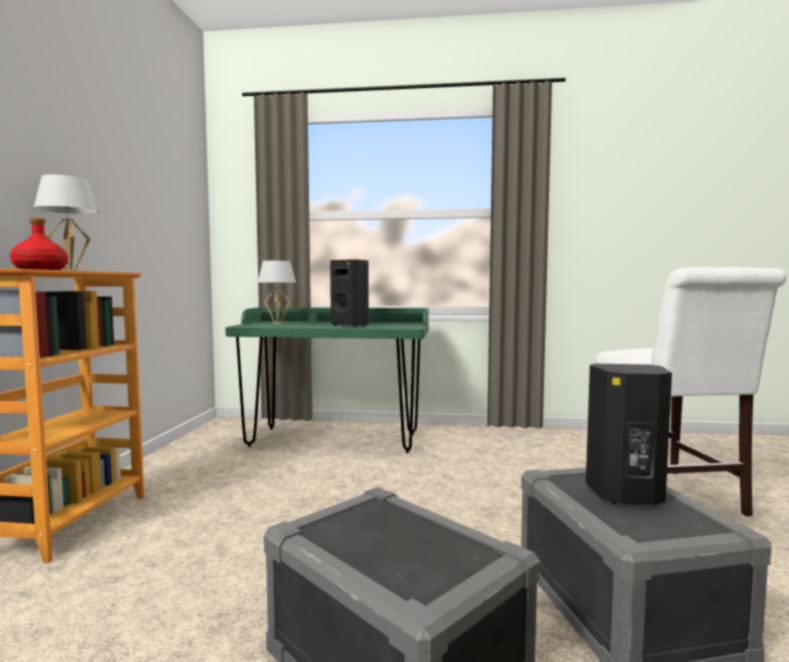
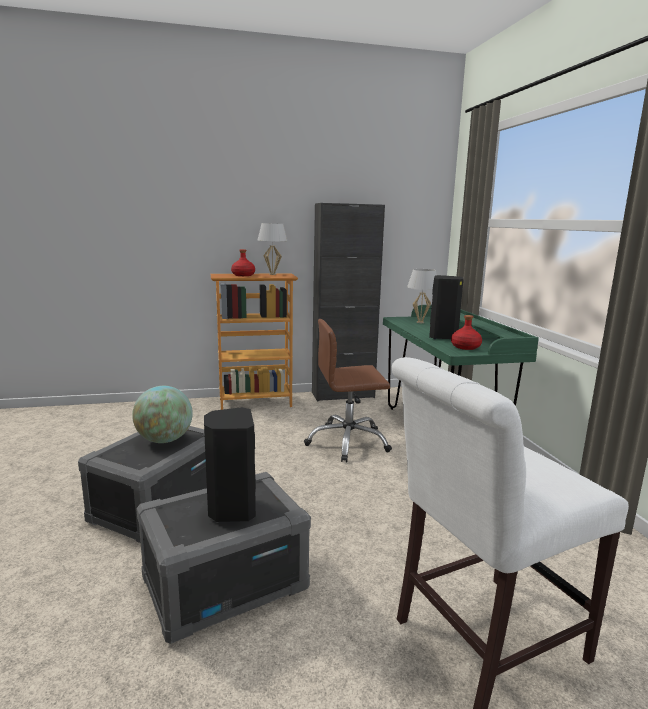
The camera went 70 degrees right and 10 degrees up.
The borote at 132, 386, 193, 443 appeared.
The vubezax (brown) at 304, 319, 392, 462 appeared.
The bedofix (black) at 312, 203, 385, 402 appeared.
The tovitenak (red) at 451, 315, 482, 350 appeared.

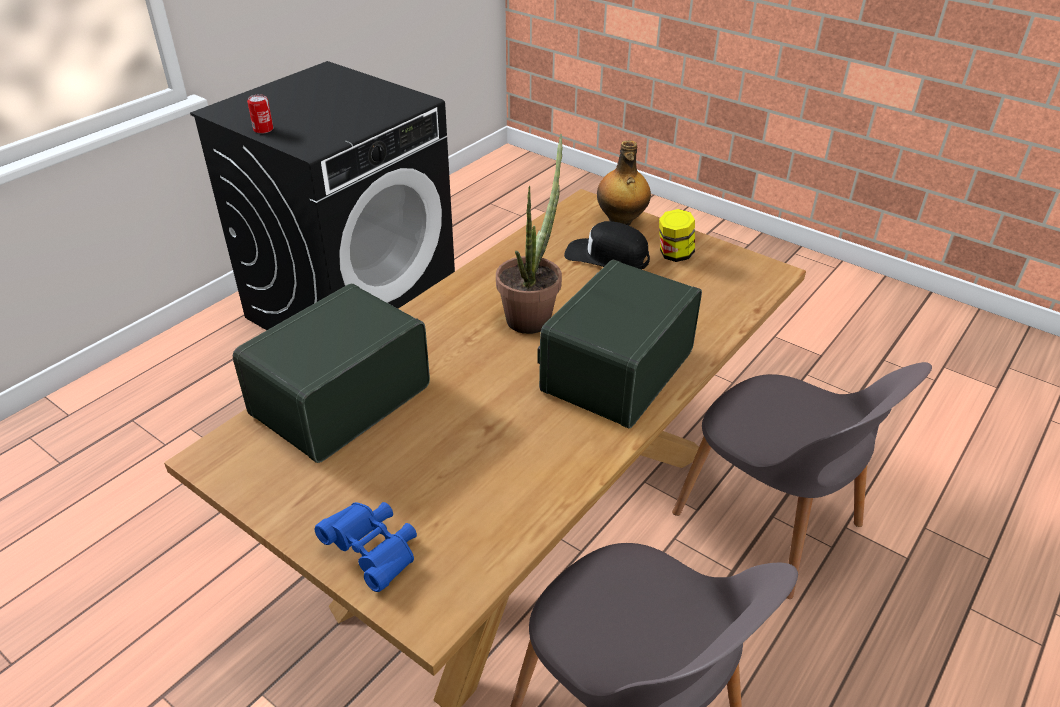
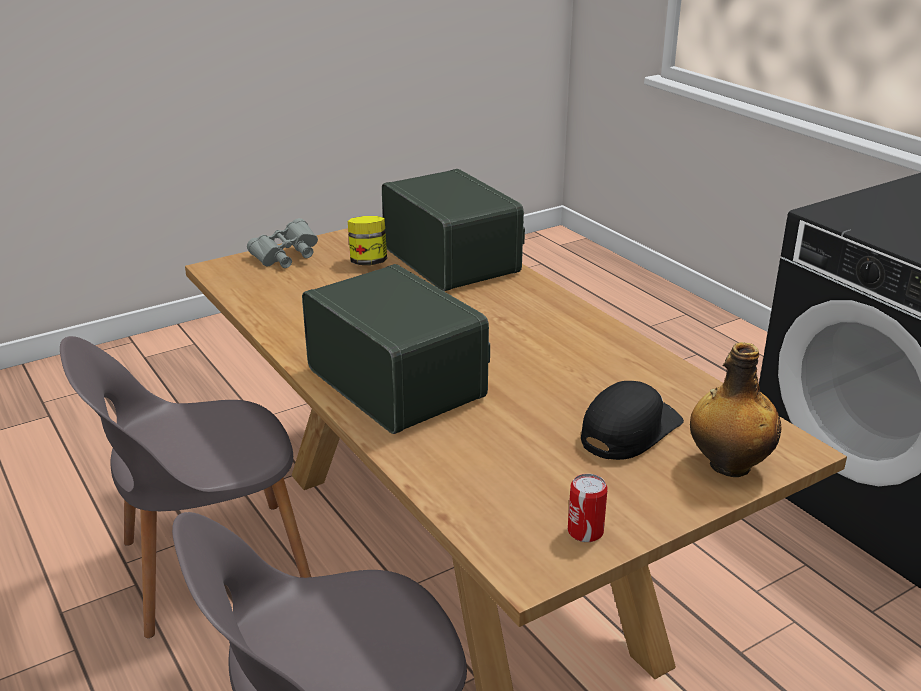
The camera went 110 degrees right and 10 degrees down.
The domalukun at 496, 134, 563, 334 disappeared.
The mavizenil moved from 247, 95, 273, 134 to 568, 474, 608, 542.
The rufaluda moved from 659, 209, 695, 262 to 348, 216, 387, 265.
The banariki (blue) at 315, 502, 417, 592 became the banariki (grey) at 247, 218, 318, 268.

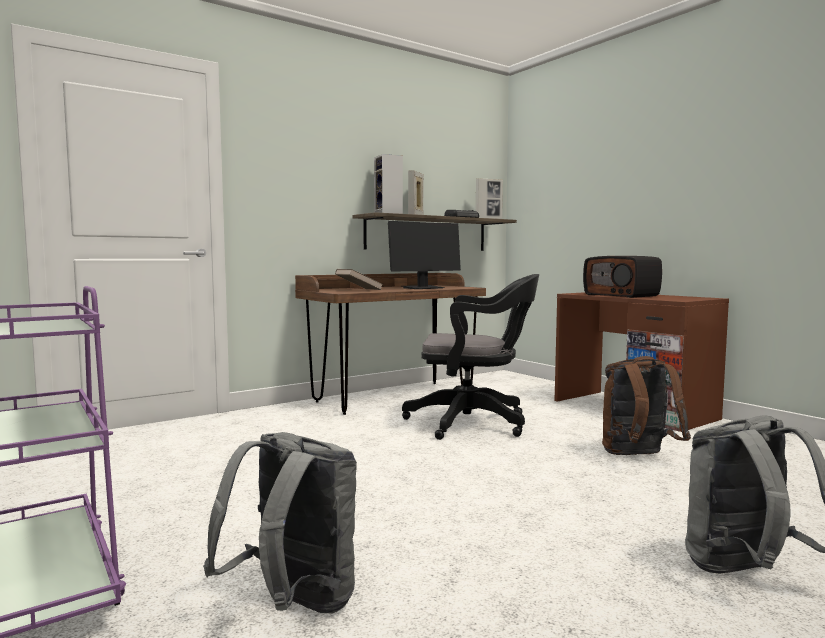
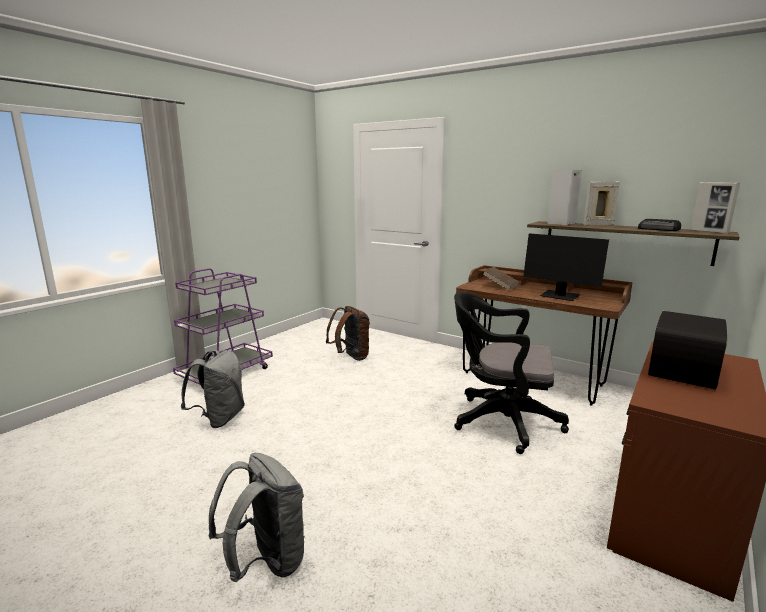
The camera went 70 degrees right and 10 degrees up.
The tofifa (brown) moved from 602, 356, 691, 455 to 326, 306, 370, 361.
The vubezax (black) at 402, 274, 539, 440 turned 120 degrees clockwise.

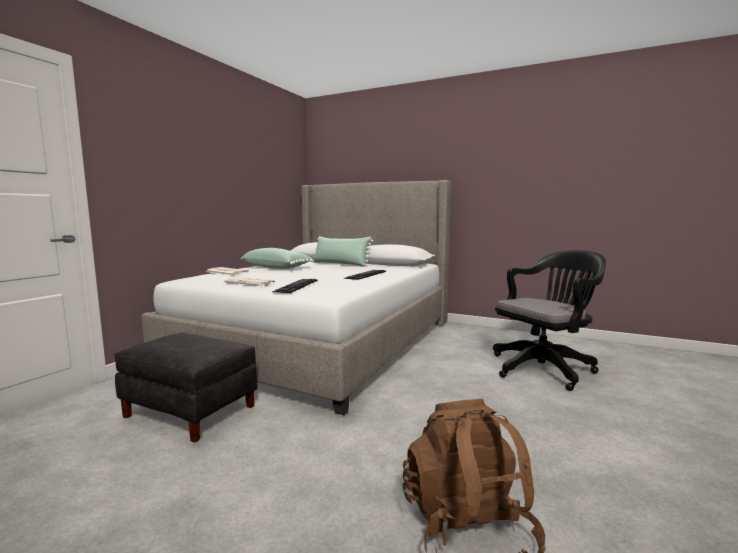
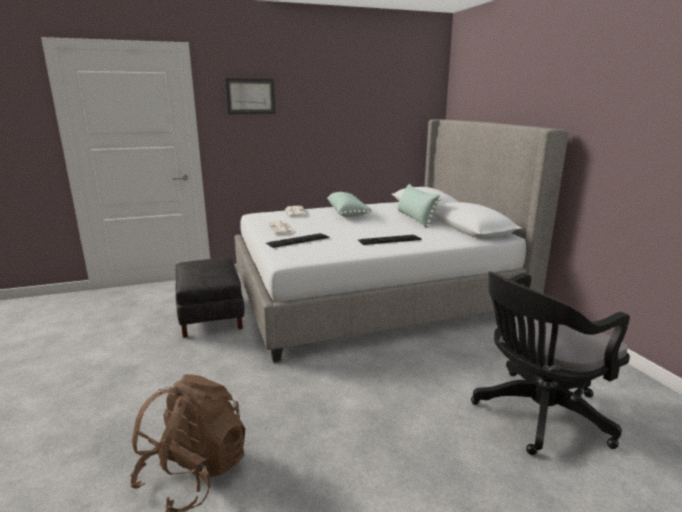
The camera went 45 degrees right and 10 degrees up.
The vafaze at 225, 78, 275, 114 appeared.
The vubezax (black) at 493, 250, 606, 391 turned 135 degrees clockwise.

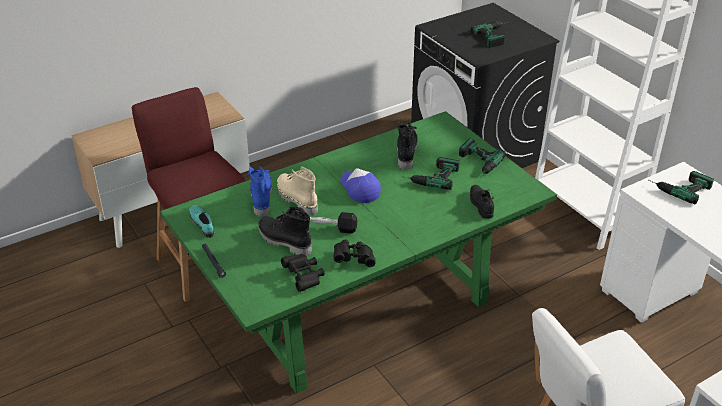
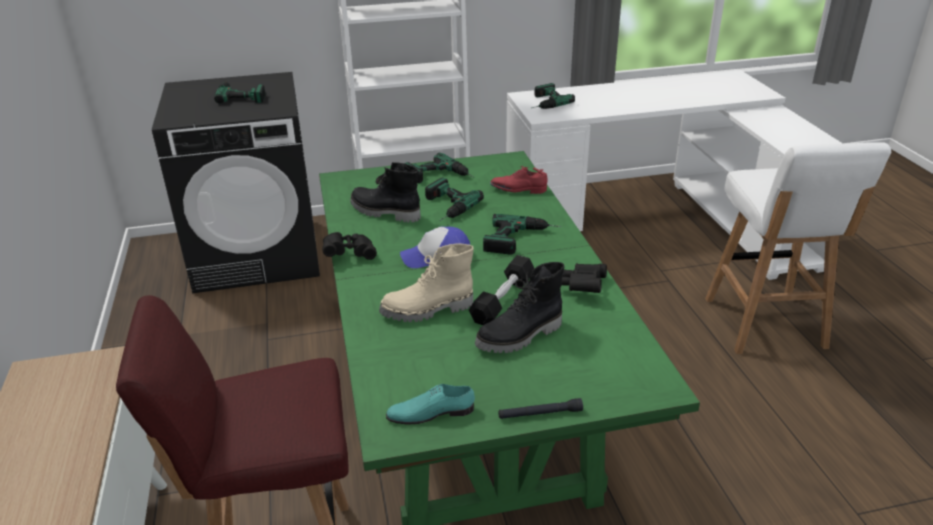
The camera went 70 degrees left and 5 degrees down.
The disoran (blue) at 248, 166, 272, 217 disappeared.
The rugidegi at 483, 214, 562, 254 appeared.
The banariki (black) moved from 281, 254, 324, 292 to 322, 232, 377, 260.
The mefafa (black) at 470, 185, 494, 219 became the mefafa (red) at 490, 166, 547, 194.

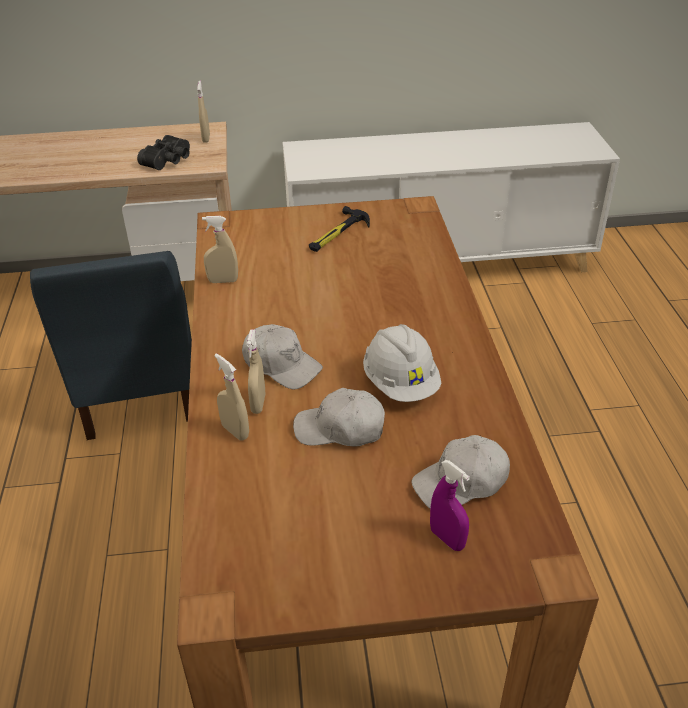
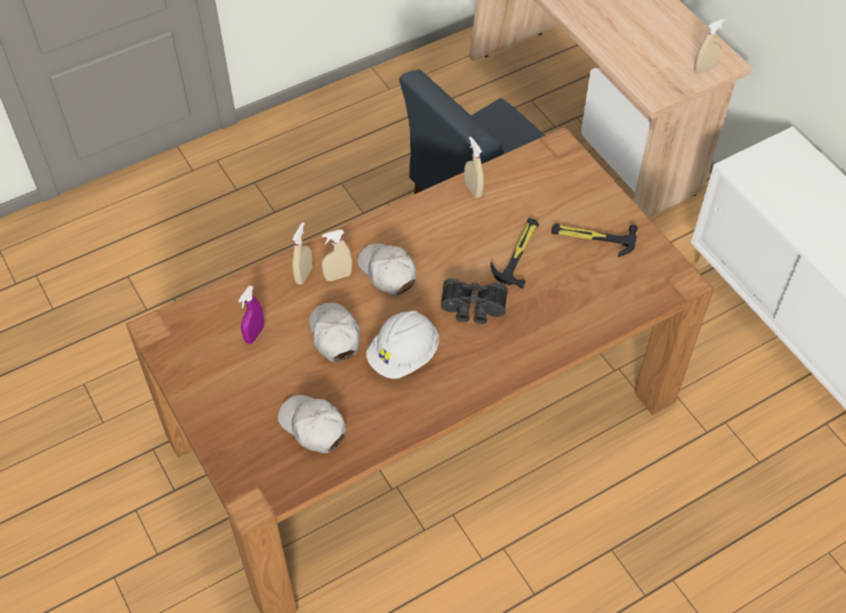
The camera went 65 degrees right and 15 degrees up.
The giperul at 490, 218, 539, 288 appeared.
The banariki (black) moved from 137, 135, 190, 170 to 440, 278, 508, 324.
The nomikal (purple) moved from 430, 460, 470, 551 to 238, 285, 264, 344.
The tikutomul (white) at 242, 324, 323, 389 turned 135 degrees clockwise.

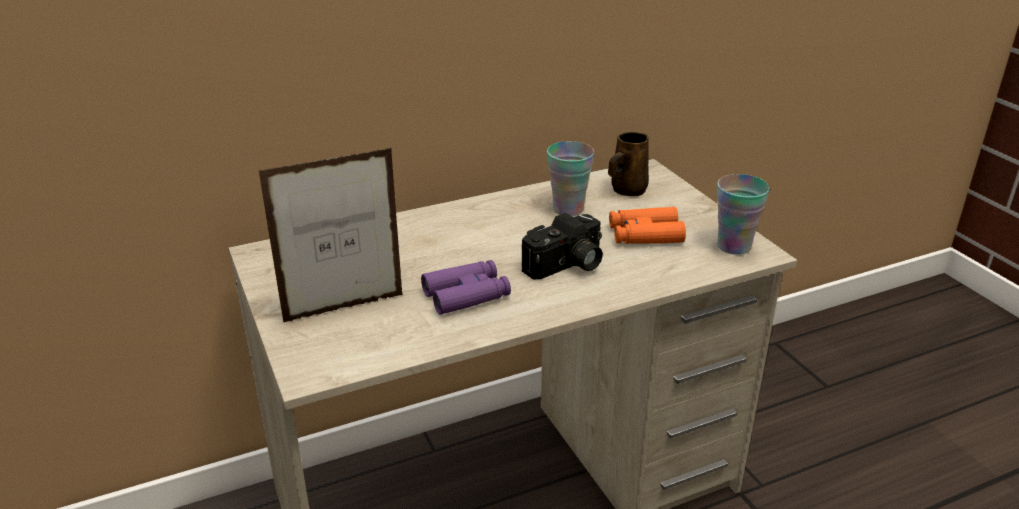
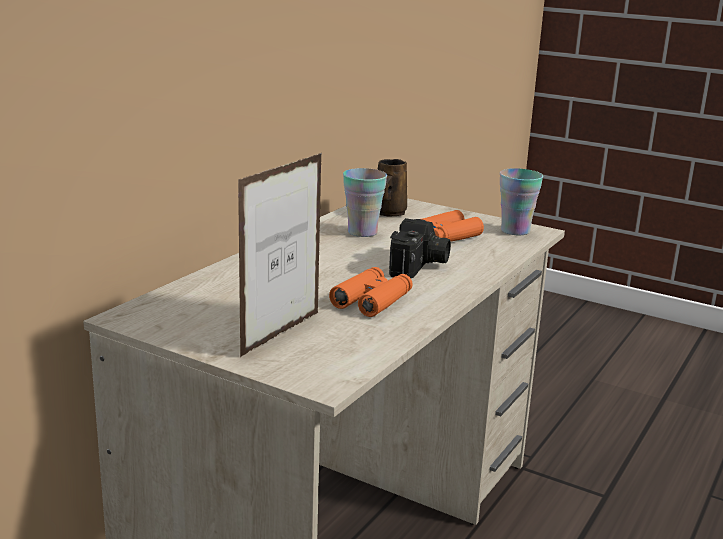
The camera went 35 degrees left and 10 degrees down.
The banariki (purple) at 421, 260, 511, 315 became the banariki (orange) at 329, 267, 413, 317.

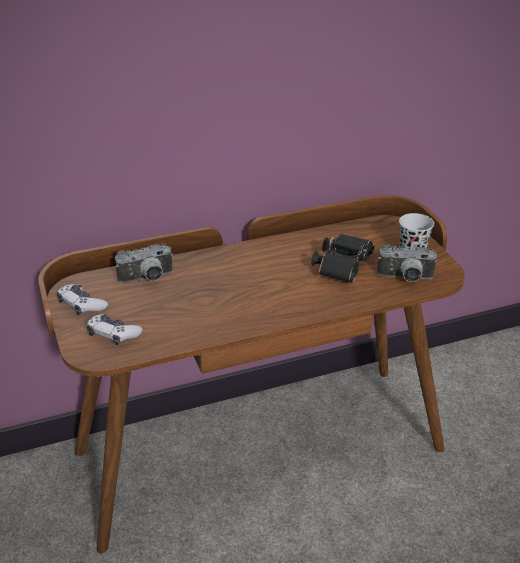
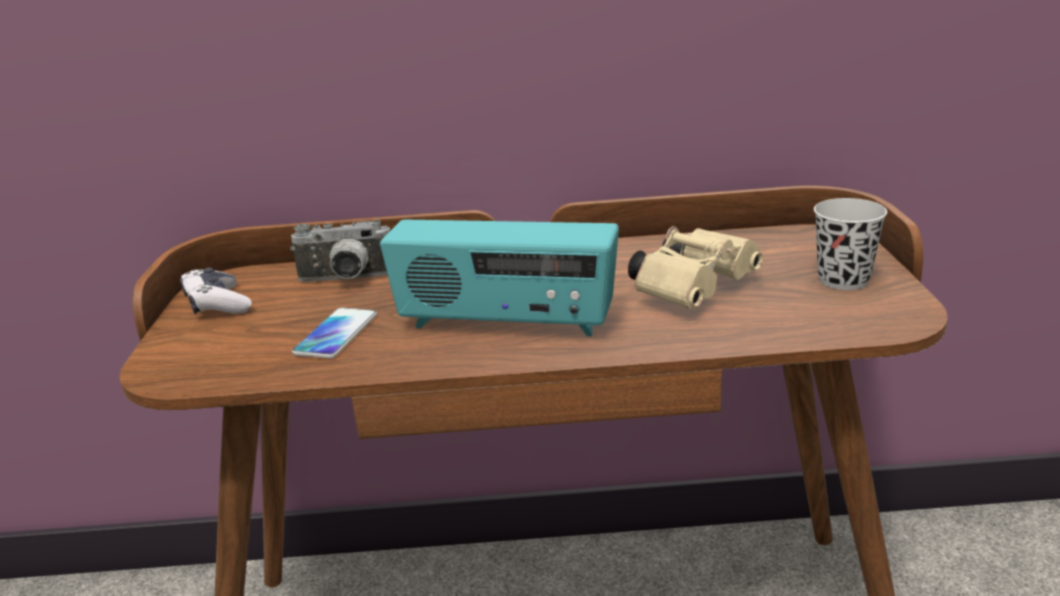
The camera went 20 degrees right and 10 degrees down.
The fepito at 87, 314, 143, 345 disappeared.
The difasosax at 377, 244, 437, 282 disappeared.
The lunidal at 292, 308, 377, 358 appeared.
The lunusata at 380, 220, 619, 336 appeared.
The banariki (black) at 311, 234, 374, 284 became the banariki (beige) at 628, 226, 763, 310.

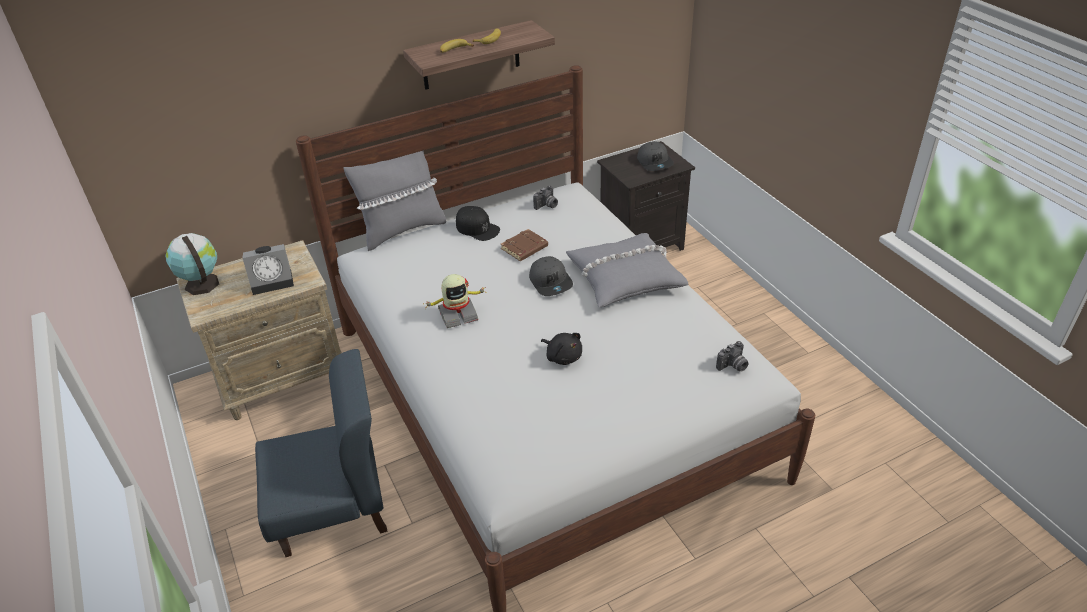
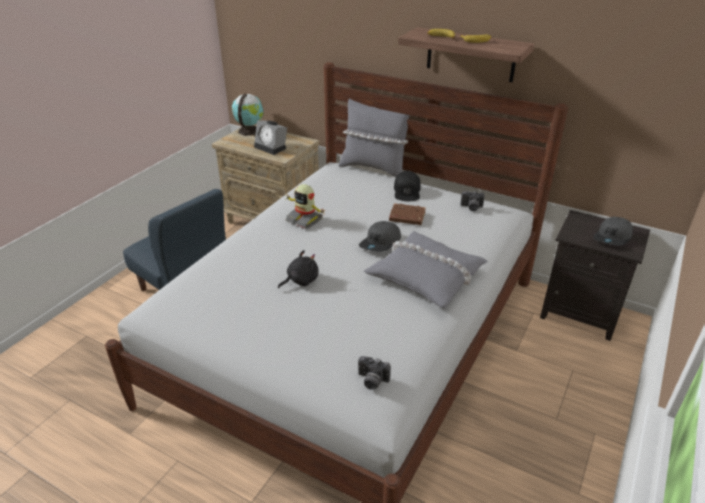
The camera went 55 degrees right and 5 degrees down.
The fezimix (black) at 541, 333, 582, 365 turned 135 degrees counterclockwise.

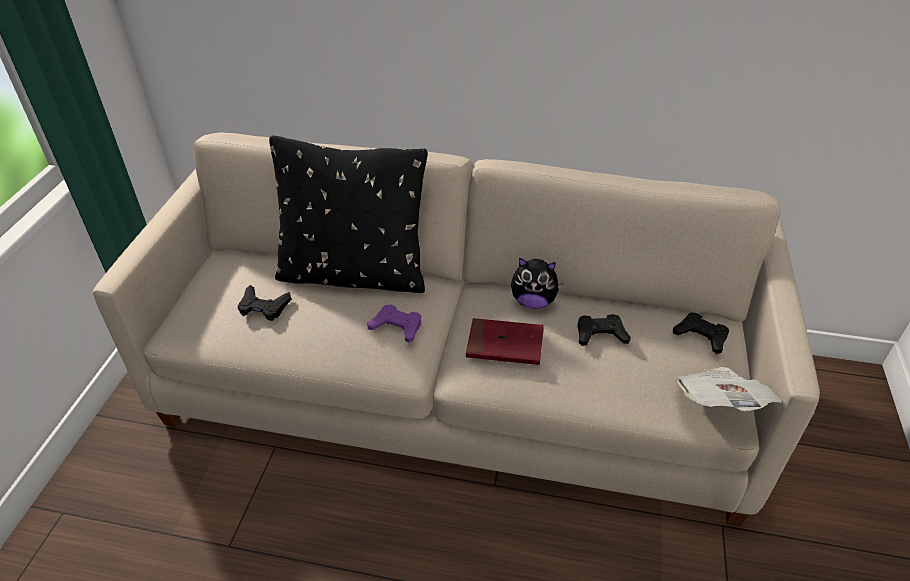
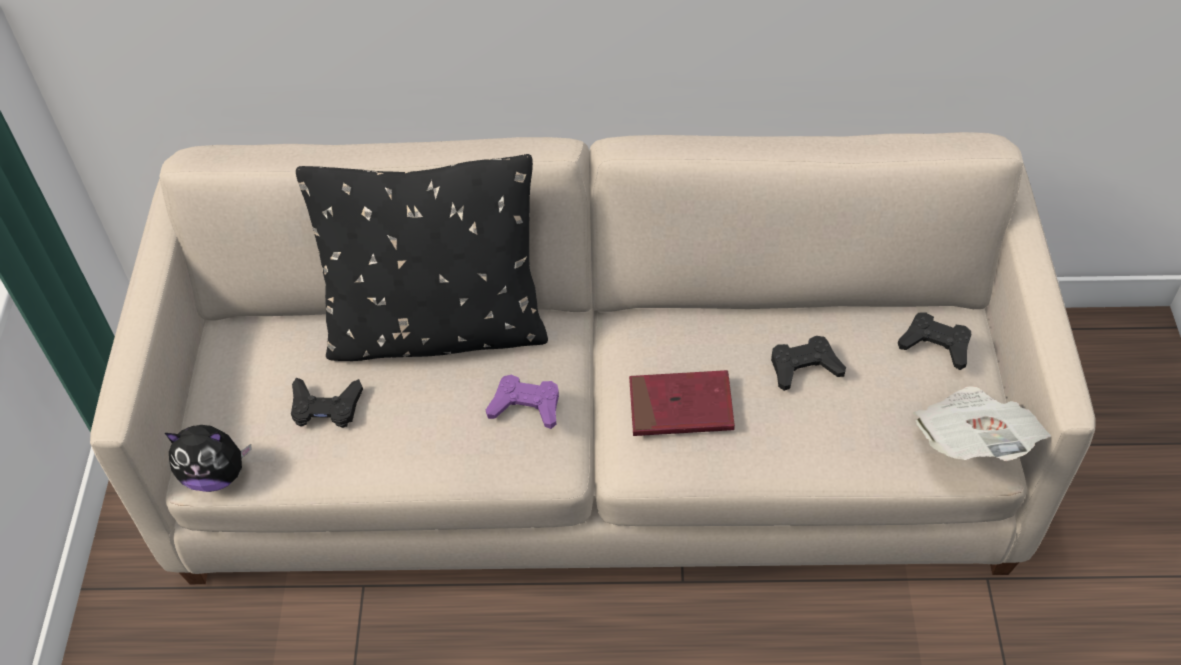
The camera went 10 degrees left and 10 degrees up.
The fezimix moved from 511, 257, 564, 309 to 165, 425, 252, 492.

